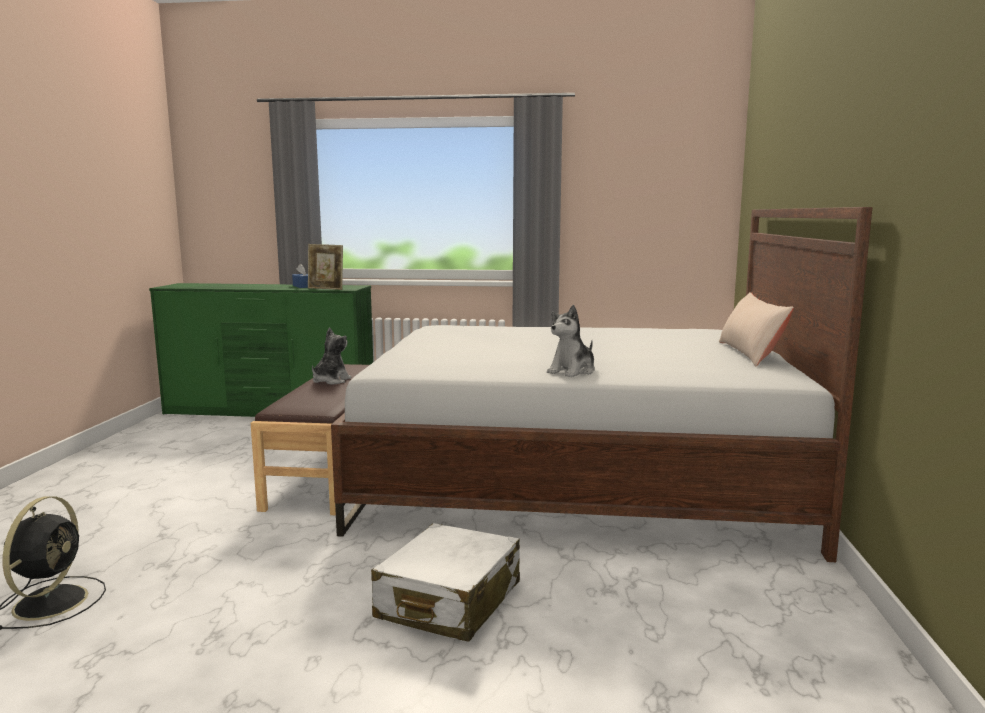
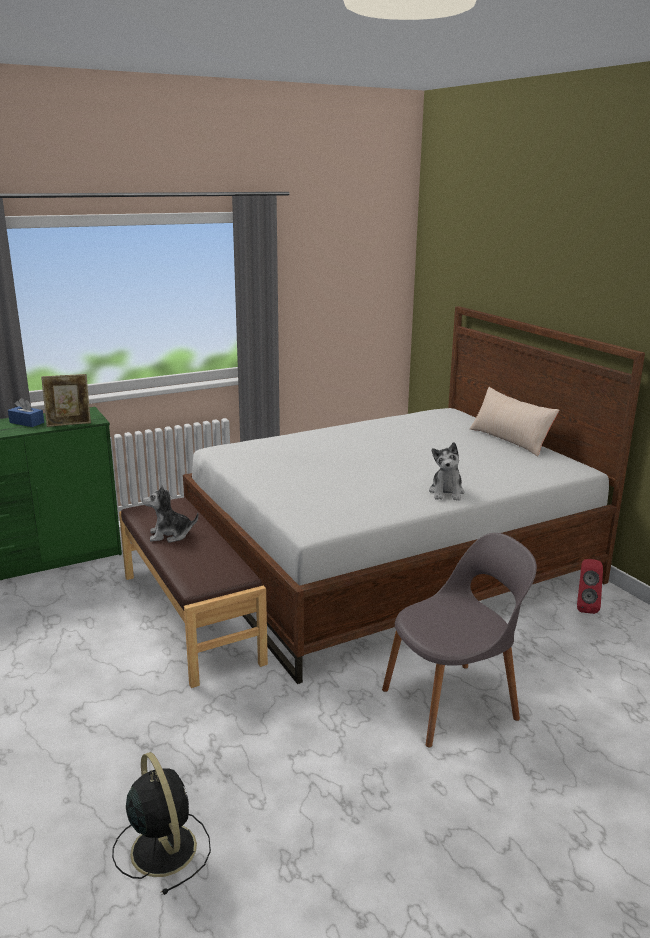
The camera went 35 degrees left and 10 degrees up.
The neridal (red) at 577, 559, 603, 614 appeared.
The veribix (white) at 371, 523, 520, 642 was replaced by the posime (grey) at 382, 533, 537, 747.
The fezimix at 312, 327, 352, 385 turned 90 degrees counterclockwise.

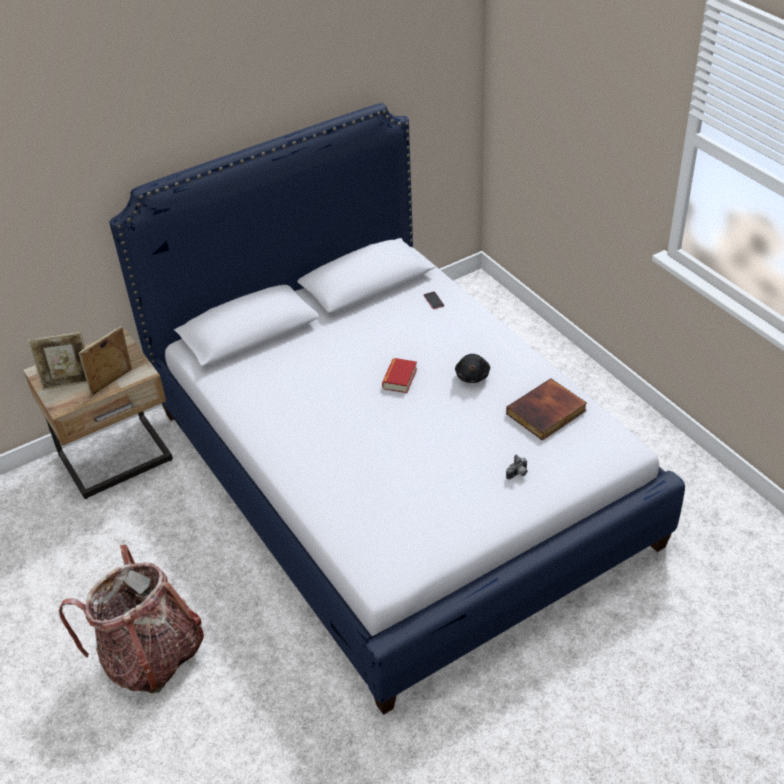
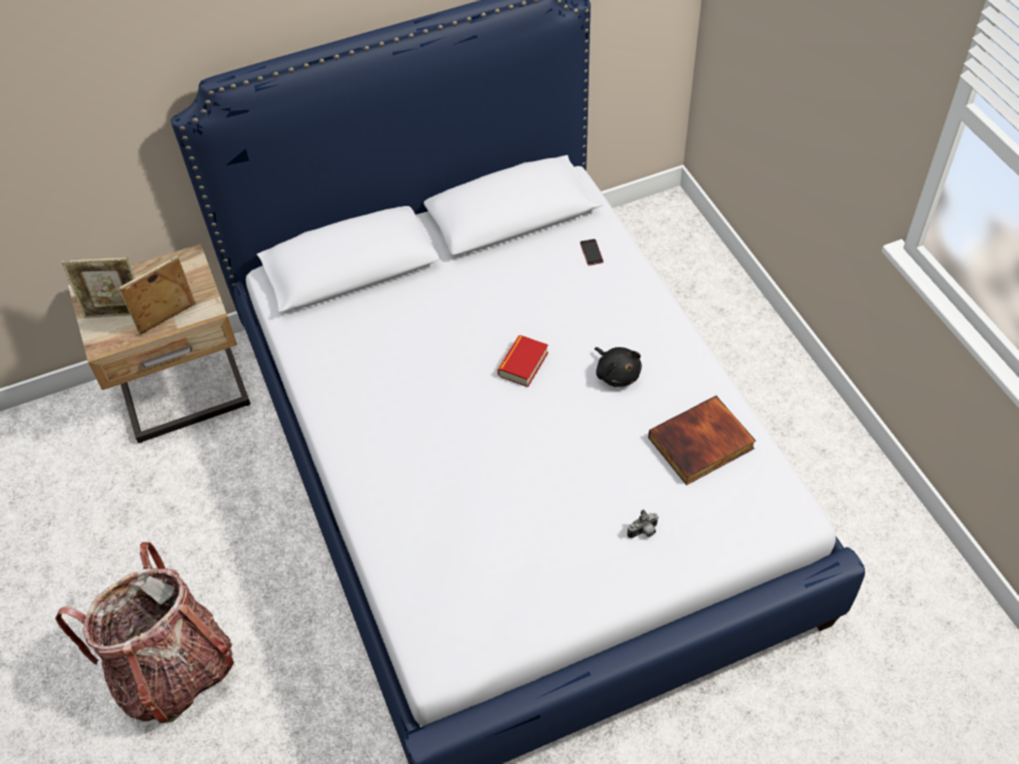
The camera went 10 degrees right and 10 degrees up.
The fezimix (black) at 455, 354, 490, 383 turned 45 degrees counterclockwise.

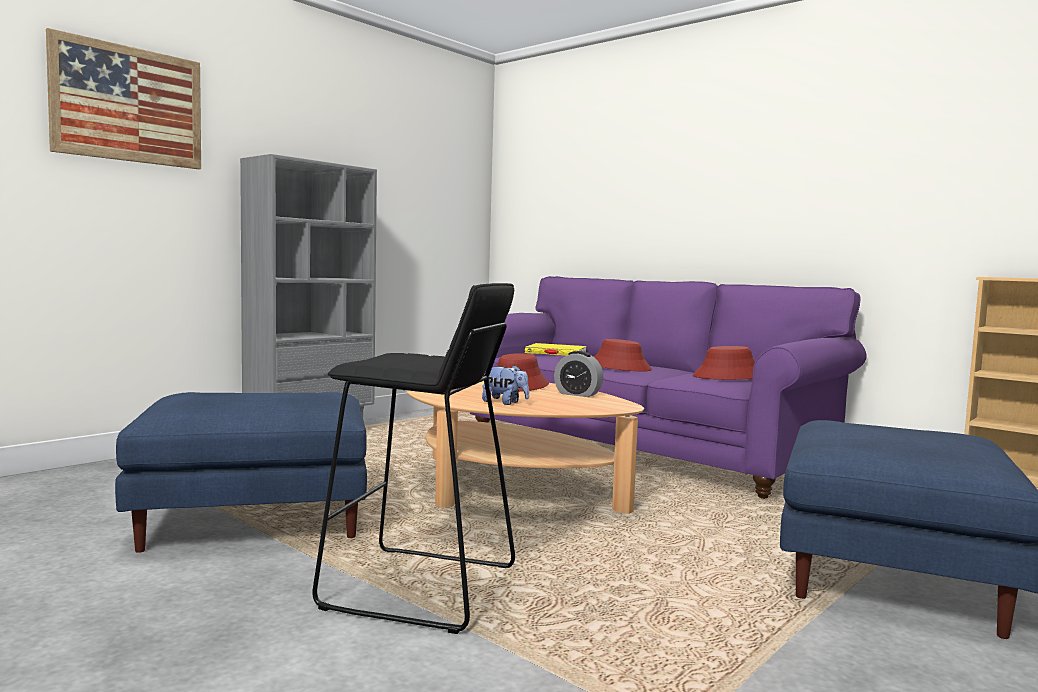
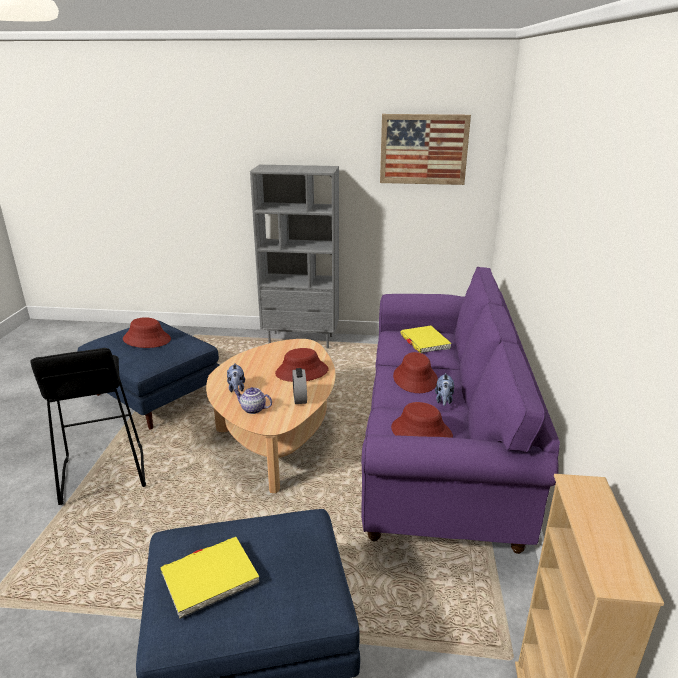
The camera went 55 degrees right and 20 degrees up.
The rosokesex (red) at 123, 317, 171, 348 appeared.
The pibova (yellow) at 161, 537, 259, 619 appeared.
The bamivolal at 233, 387, 272, 414 appeared.
The fezimix at 435, 373, 454, 406 appeared.
The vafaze moved from 46, 28, 201, 169 to 380, 114, 471, 185.

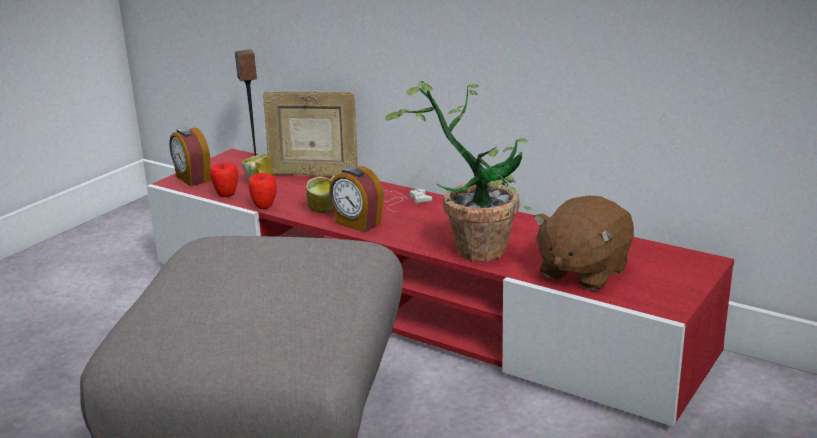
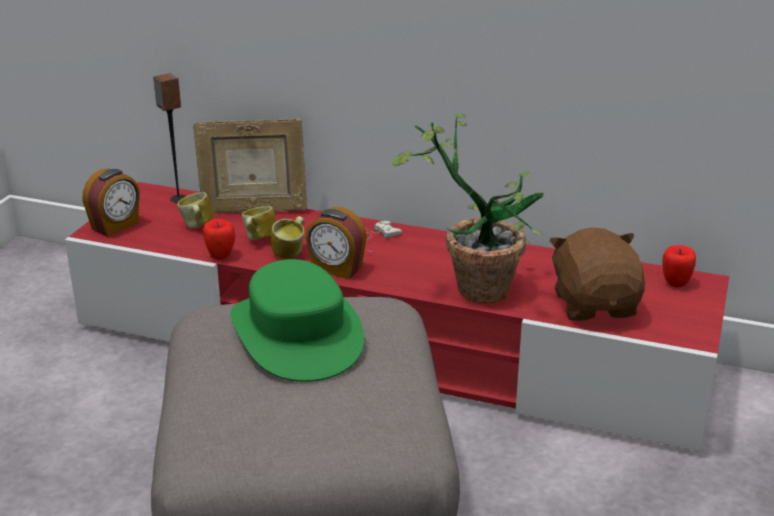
The camera went 15 degrees left and 5 degrees up.
The rosokesex (green) at 231, 259, 364, 382 appeared.
The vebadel at 242, 206, 276, 240 appeared.
The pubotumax moved from 210, 163, 238, 197 to 662, 245, 696, 287.
The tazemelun at 169, 127, 211, 186 turned 90 degrees counterclockwise.
The fezimix (brown) at 533, 196, 634, 291 turned 150 degrees clockwise.

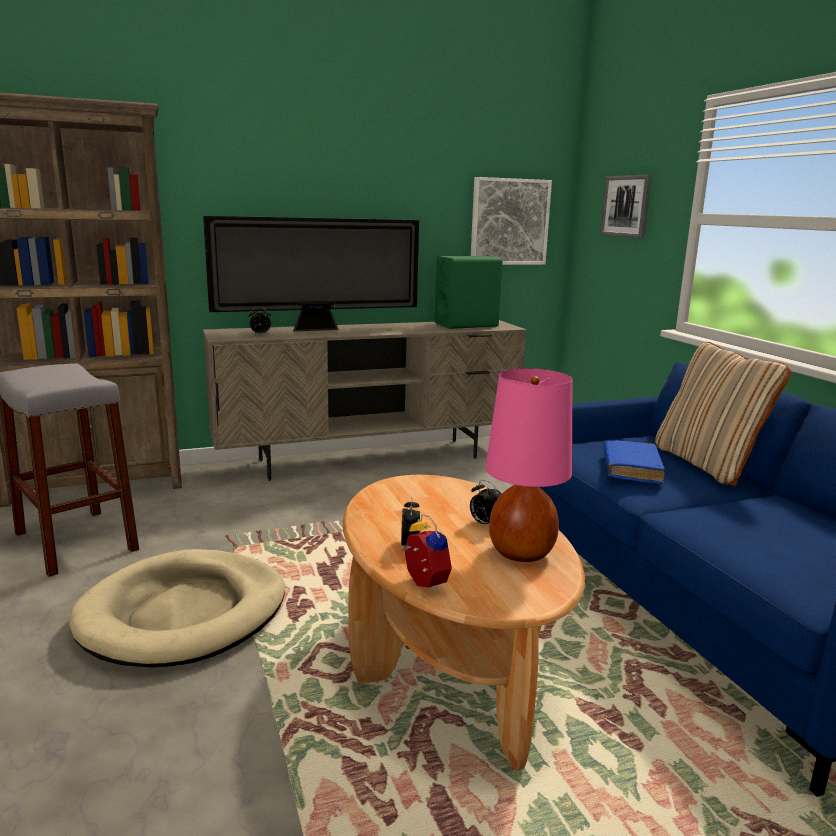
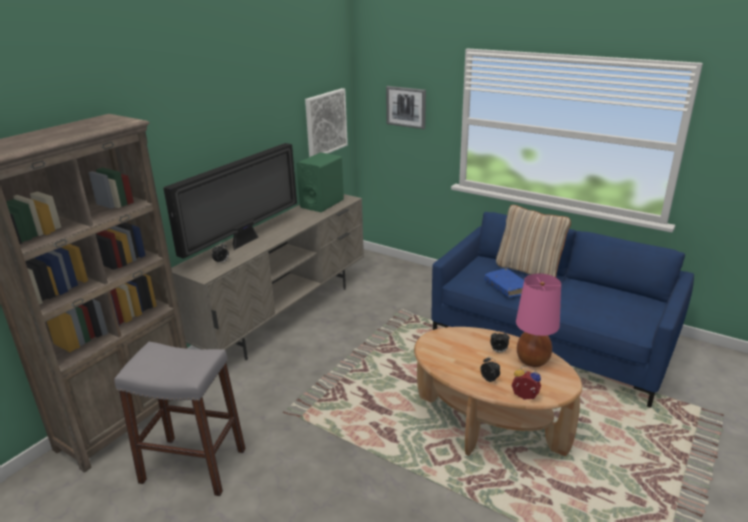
The camera went 35 degrees left and 10 degrees up.
The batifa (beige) at 69, 549, 285, 668 disappeared.

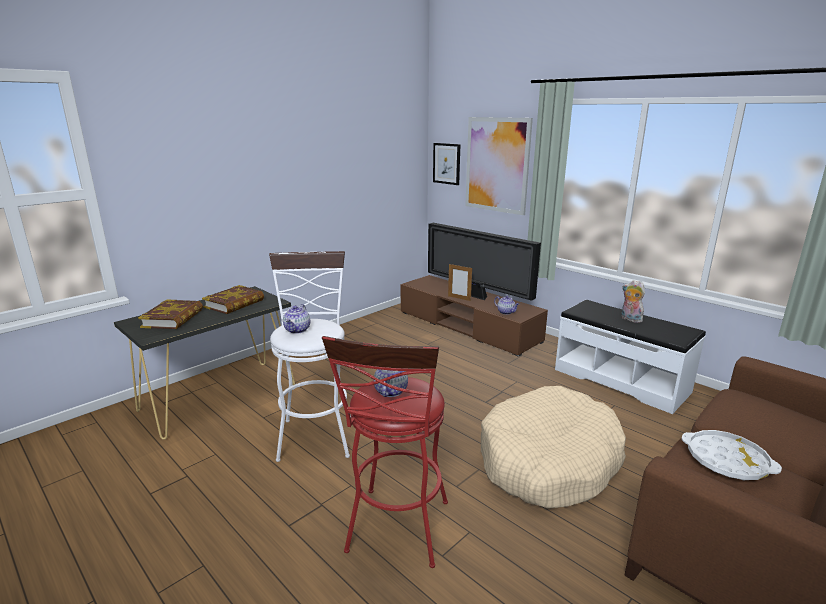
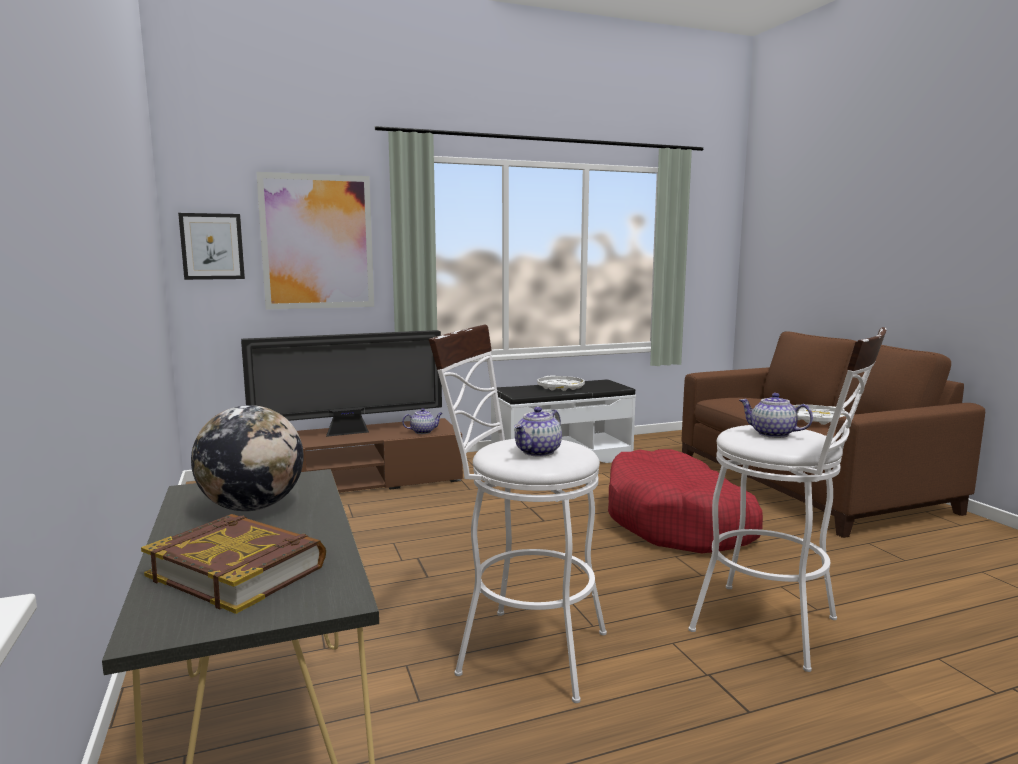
The camera went 65 degrees left and 10 degrees down.
The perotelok at 448, 263, 472, 301 disappeared.
The pibova at 202, 285, 264, 314 was replaced by the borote at 191, 405, 304, 511.
The fezimix at 622, 280, 645, 323 was replaced by the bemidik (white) at 537, 376, 585, 391.
The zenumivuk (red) at 322, 336, 448, 568 became the zenumivuk (white) at 688, 327, 886, 672.
The batifa (beige) at 481, 386, 626, 509 became the batifa (red) at 608, 449, 763, 553.
The bamivolal at 283, 304, 310, 334 turned 90 degrees clockwise.

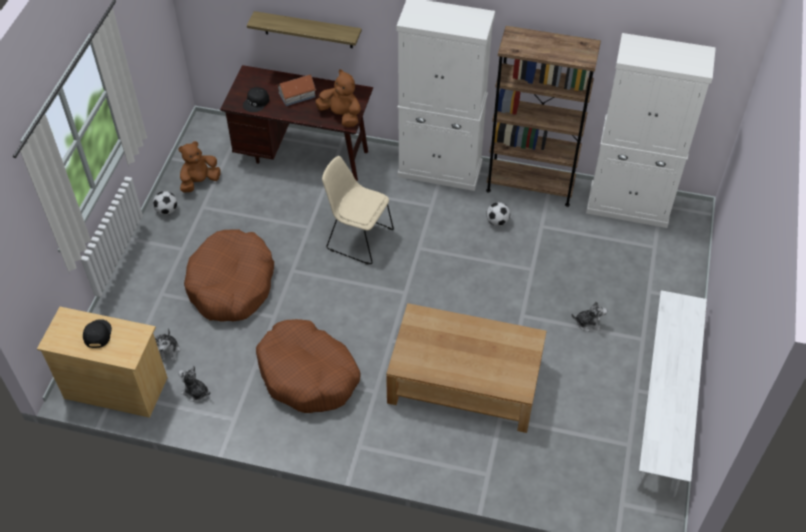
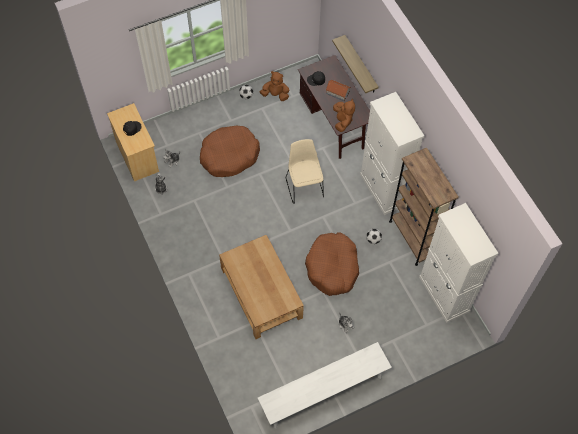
The camera went 50 degrees right and 10 degrees up.
The batifa (brown) moved from 256, 319, 361, 413 to 305, 232, 359, 296.

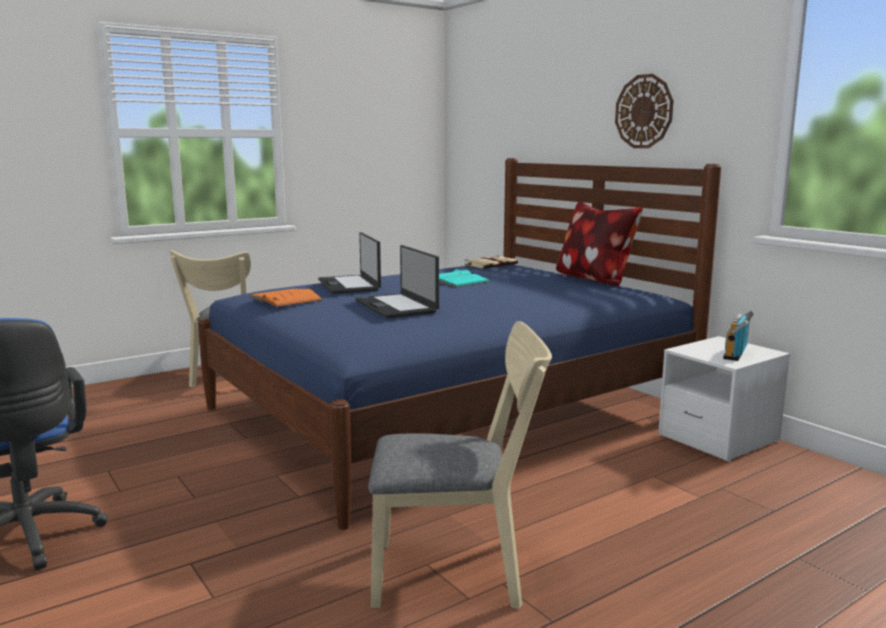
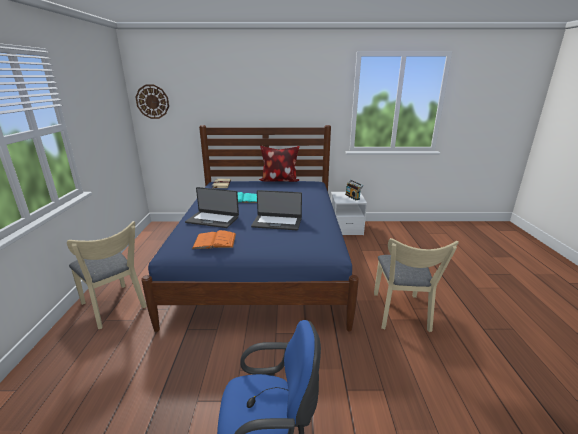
The camera went 55 degrees left and 10 degrees up.
The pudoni moved from 615, 74, 674, 148 to 135, 85, 169, 119.
The posime (beige) at 368, 321, 552, 609 turned 150 degrees clockwise.

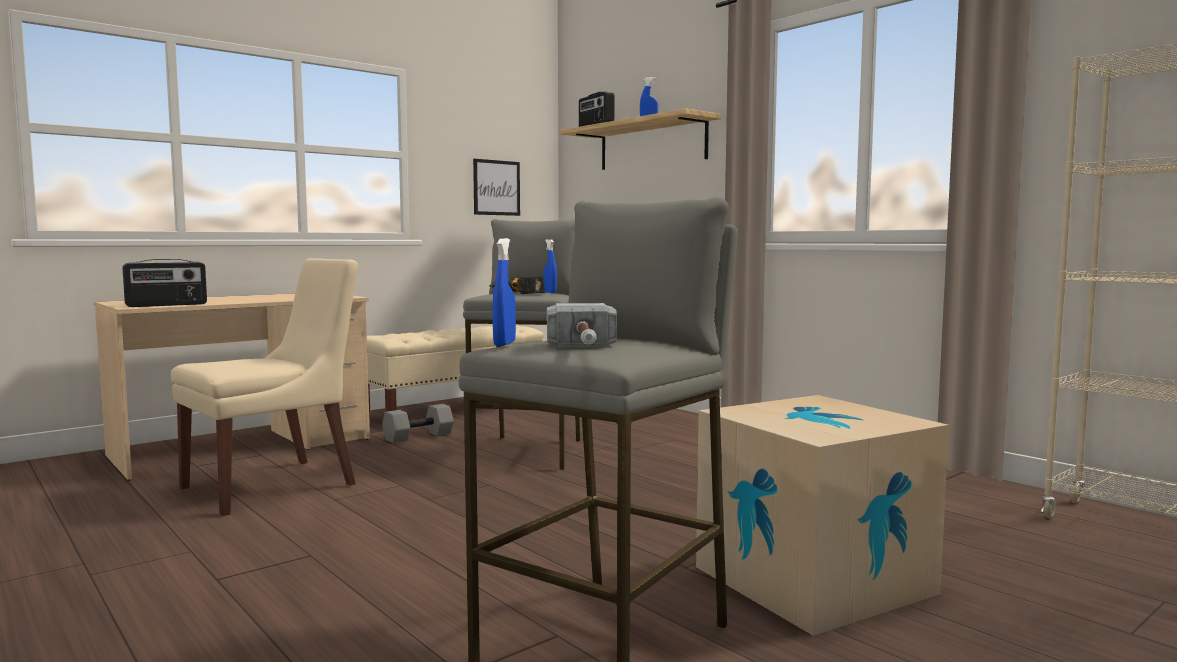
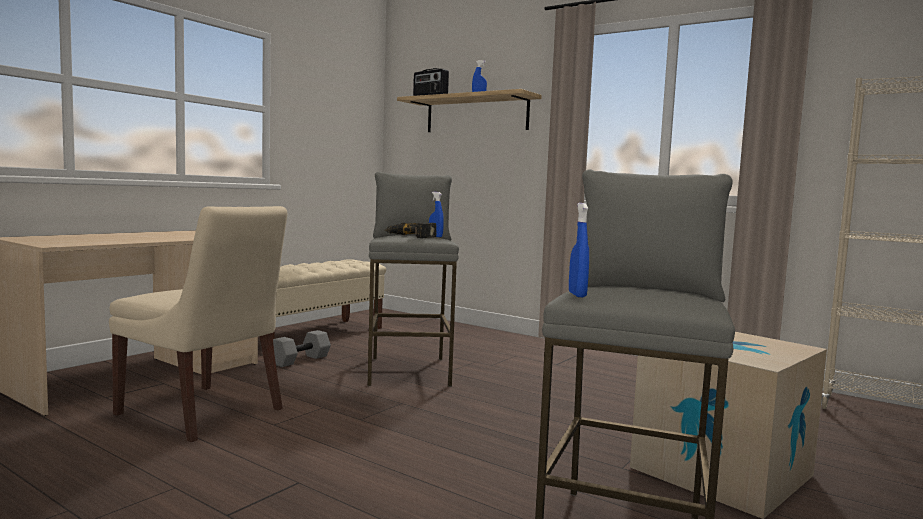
The camera went 15 degrees left and 0 degrees up.
The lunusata at 123, 259, 207, 307 disappeared.
The vafaze at 473, 159, 520, 216 disappeared.
The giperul at 547, 303, 617, 347 disappeared.
The posime (beige) at 171, 258, 358, 516 turned 90 degrees clockwise.

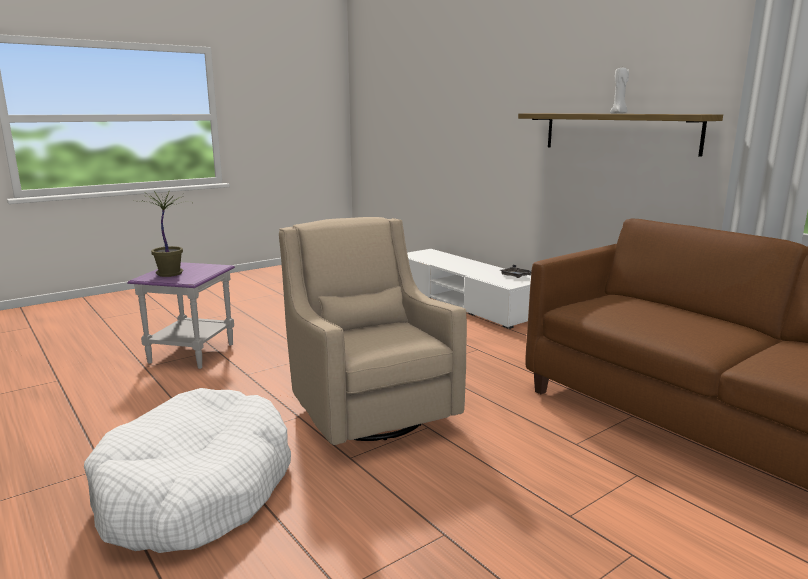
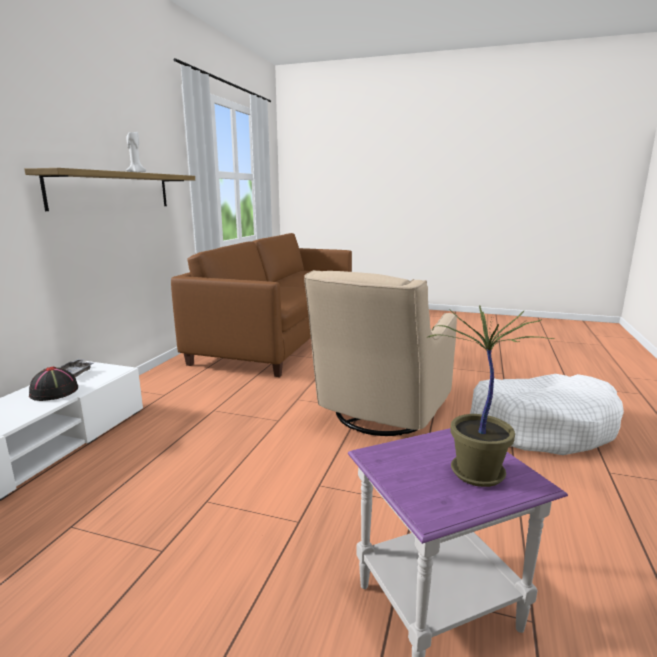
The camera went 125 degrees left and 0 degrees up.
The rosokesex (black) at 29, 367, 78, 401 appeared.

